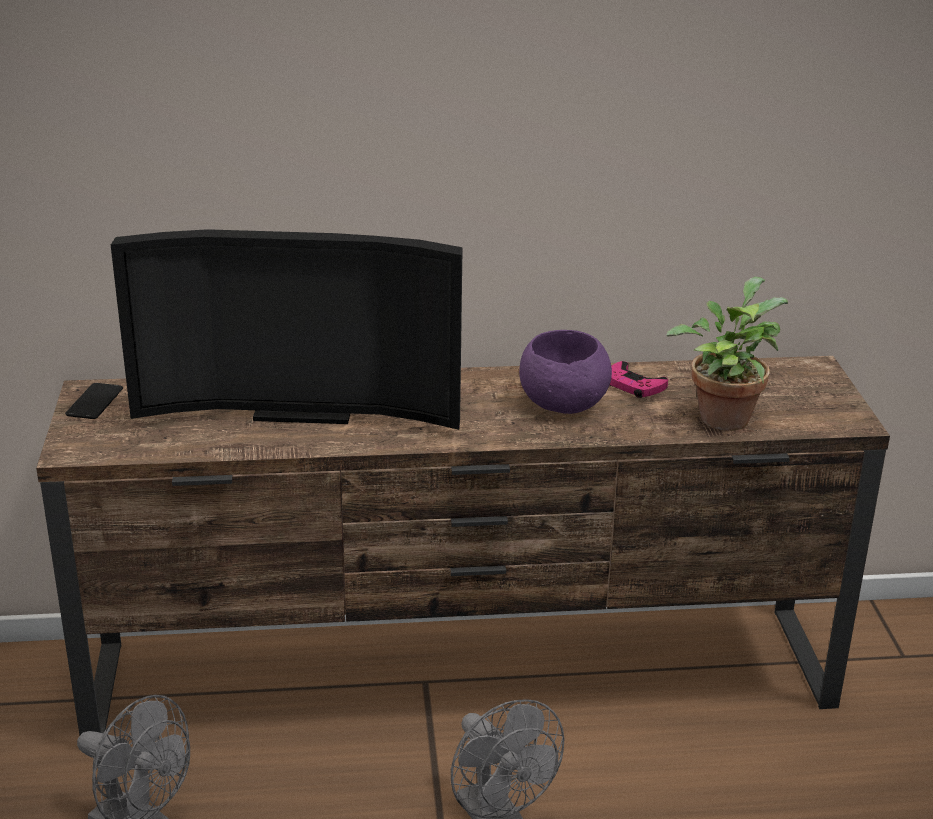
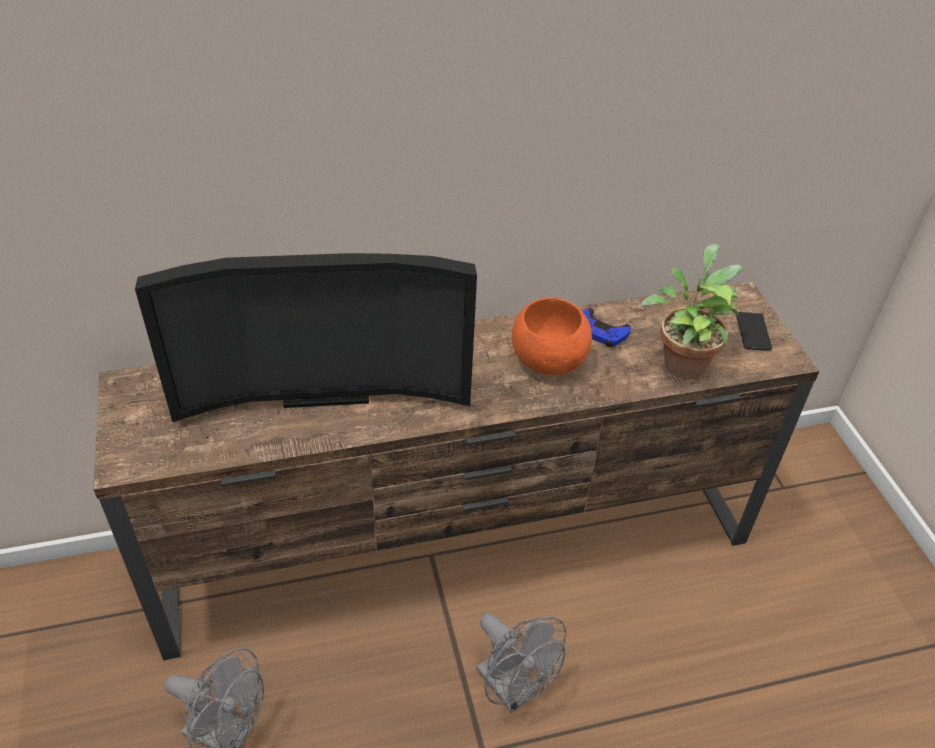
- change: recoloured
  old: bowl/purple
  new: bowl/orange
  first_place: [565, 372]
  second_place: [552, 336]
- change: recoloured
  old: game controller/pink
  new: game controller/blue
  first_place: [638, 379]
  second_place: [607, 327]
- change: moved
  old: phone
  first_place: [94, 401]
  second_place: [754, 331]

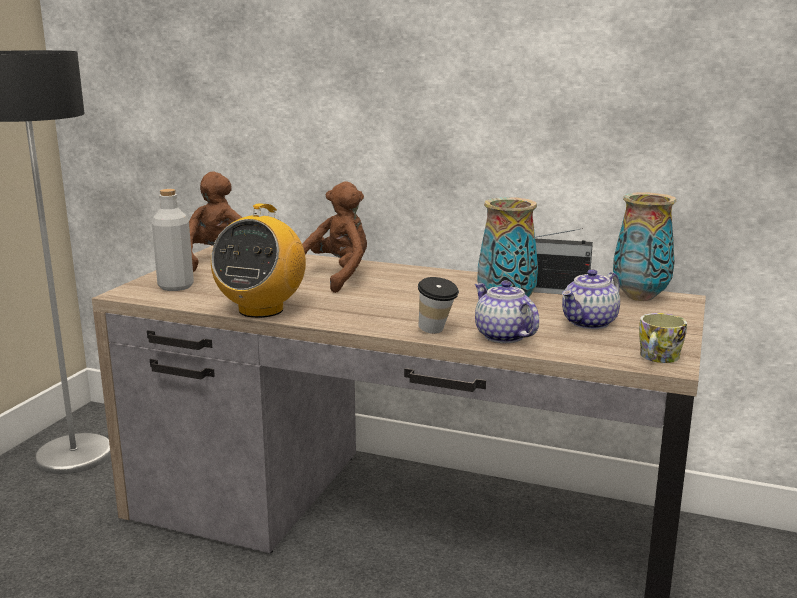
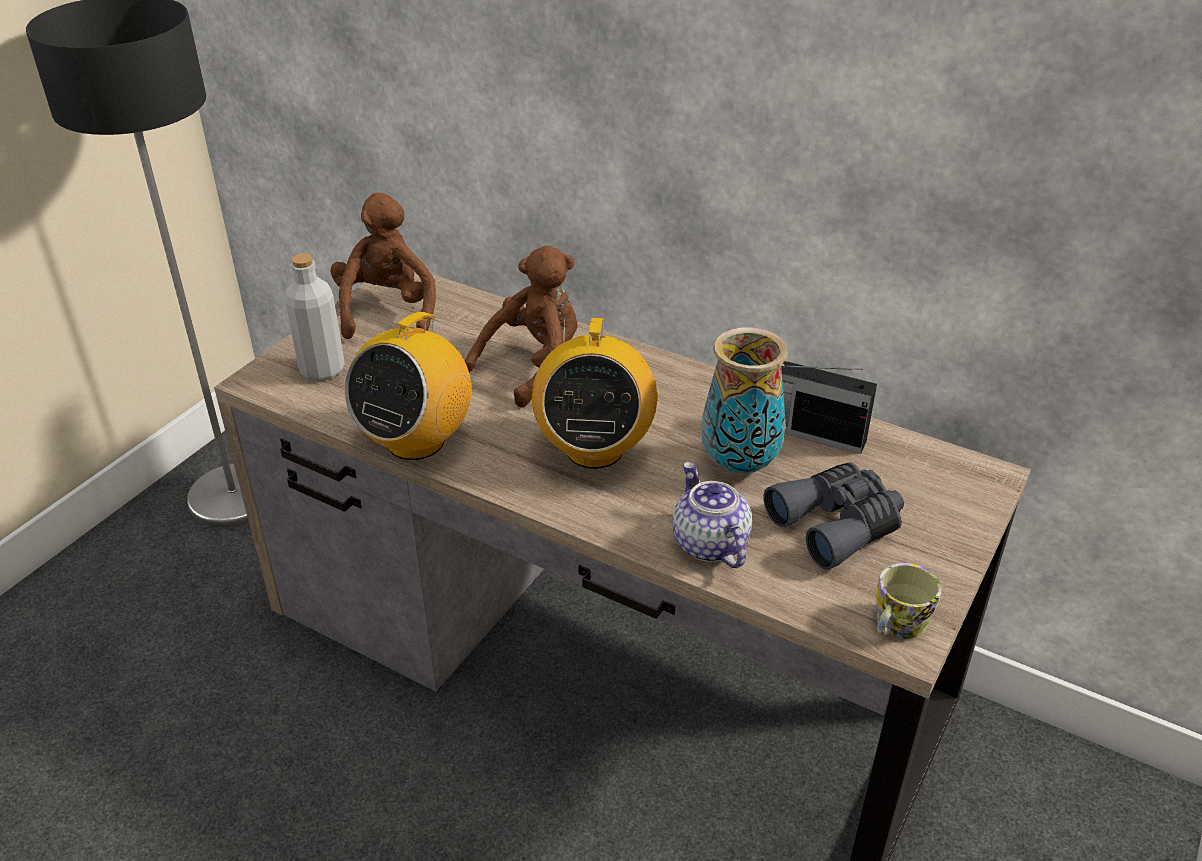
- change: removed
  old: vase
  first_place: [645, 246]
- change: replaced
  old: teapot
  new: binoculars/grey
  first_place: [591, 299]
  second_place: [833, 515]
- change: removed
  old: cup
  first_place: [438, 305]
- change: added
  new: radio
  second_place: [594, 393]

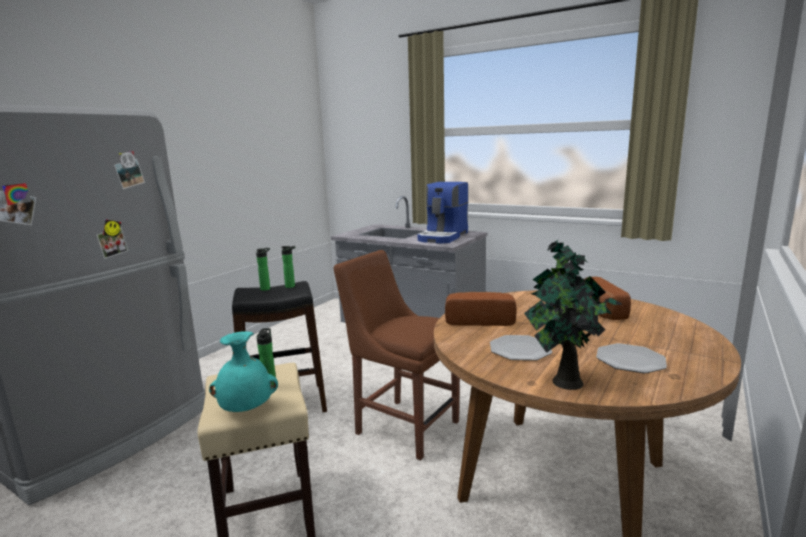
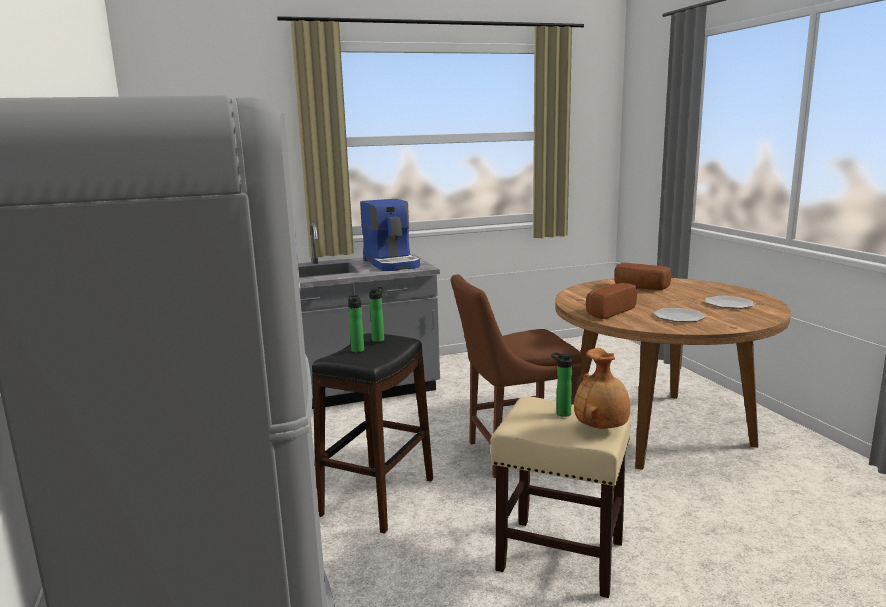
- change: removed
  old: potted plant
  first_place: [573, 315]
- change: recoloured
  old: vase/turquoise
  new: vase/brown
  first_place: [243, 371]
  second_place: [602, 388]

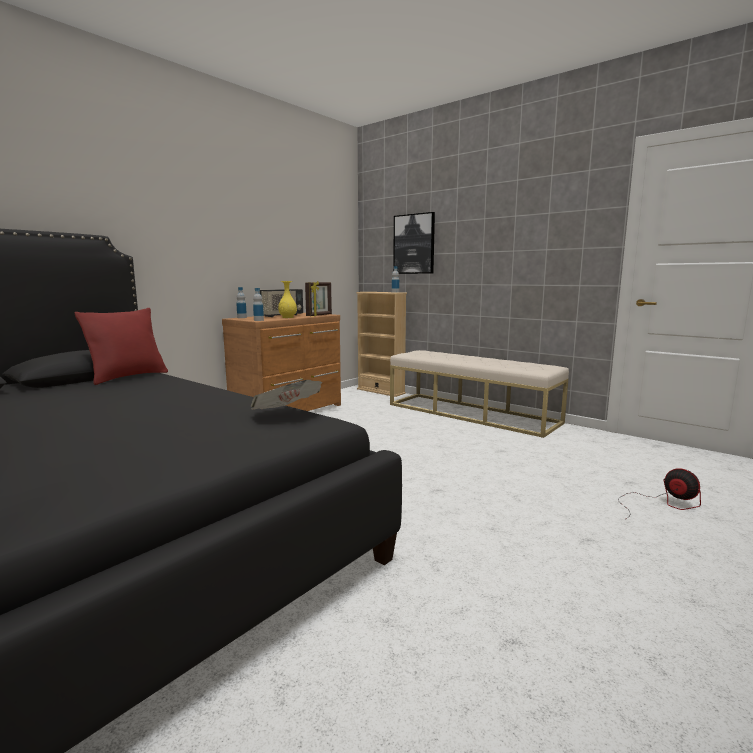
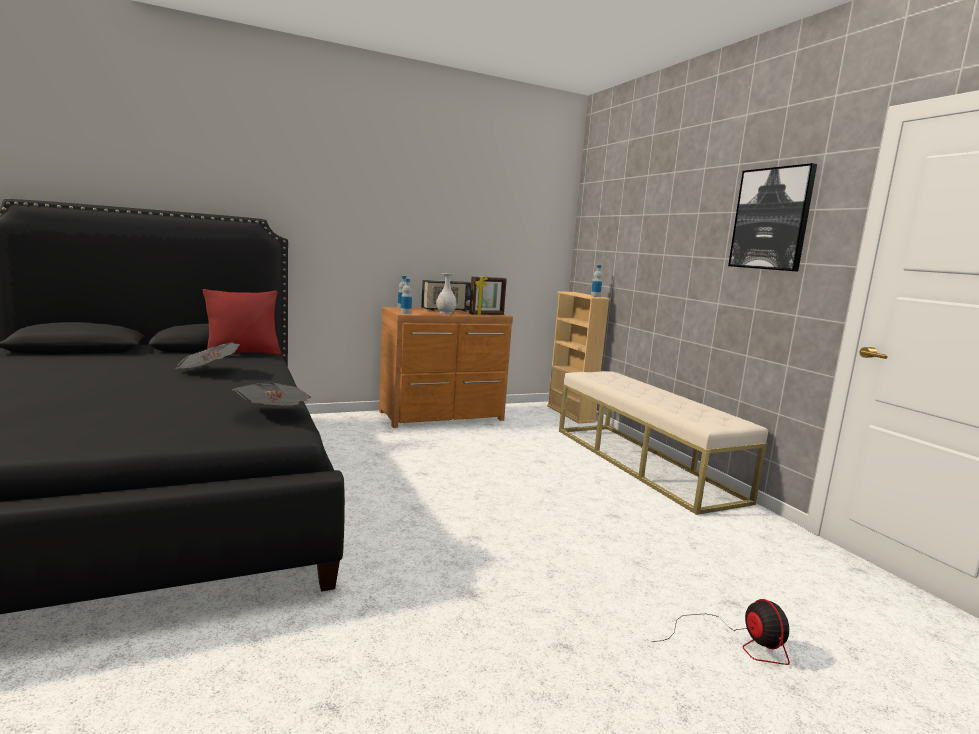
- change: moved
  old: picture
  first_place: [414, 243]
  second_place: [772, 217]
- change: recoloured
  old: vase/yellow
  new: vase/white
  first_place: [287, 299]
  second_place: [446, 293]
- change: added
  new: newspaper
  second_place: [207, 356]

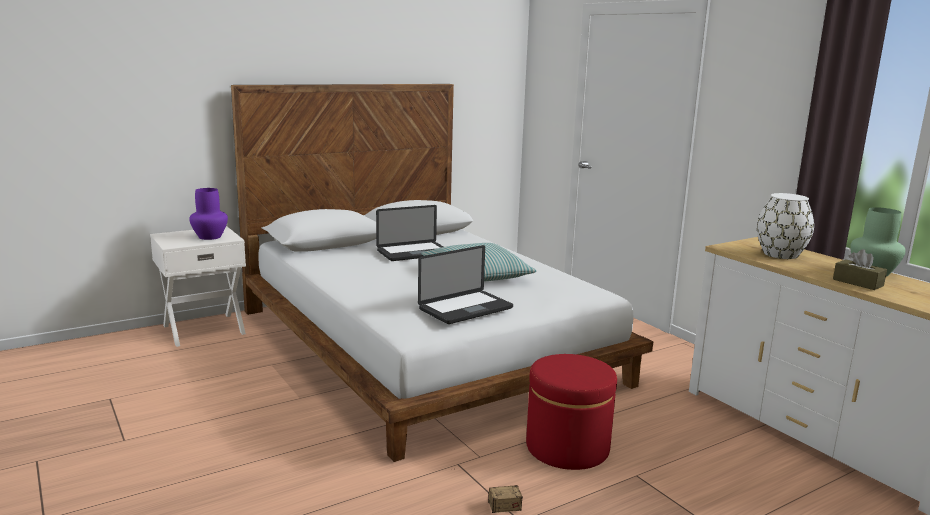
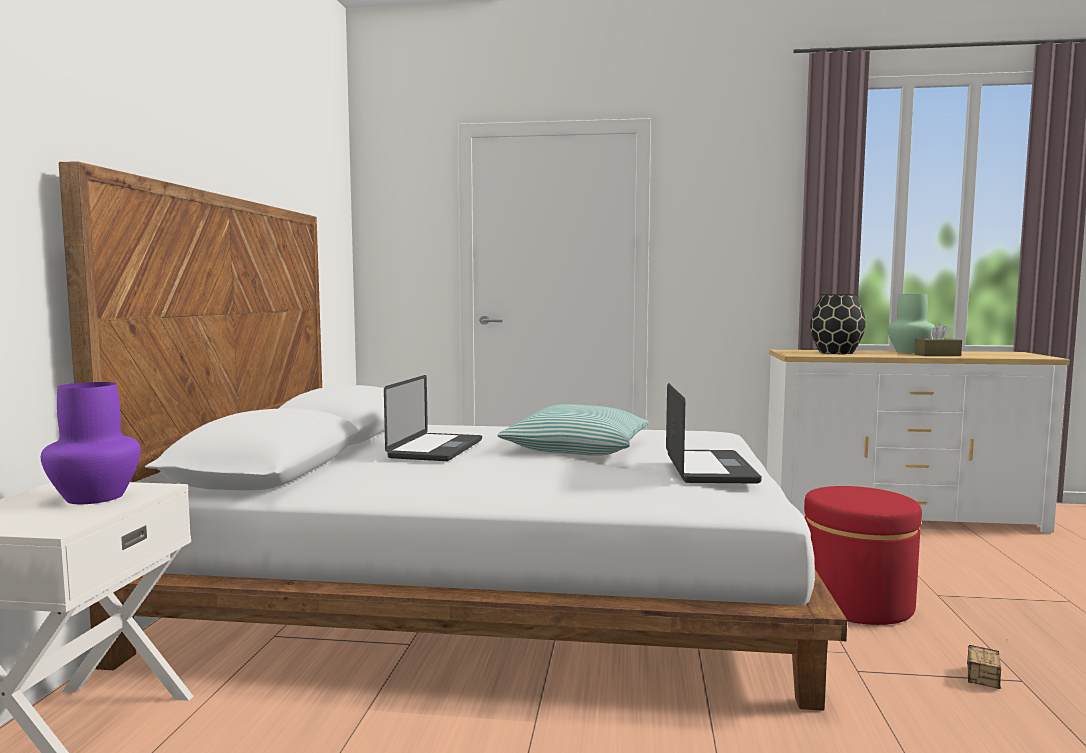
- change: recoloured
  old: vase/white
  new: vase/black
  first_place: [785, 226]
  second_place: [838, 324]

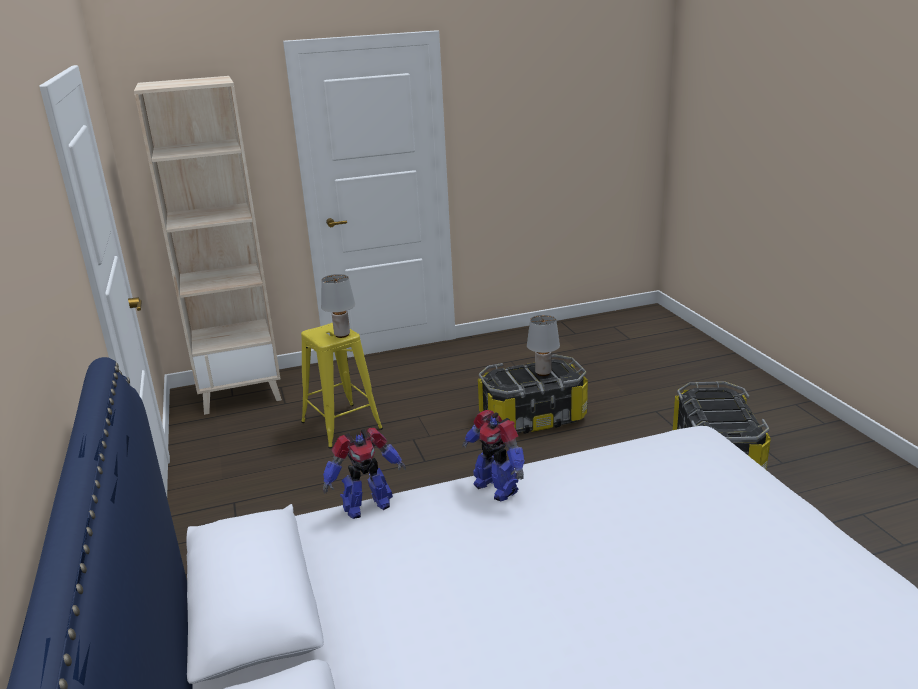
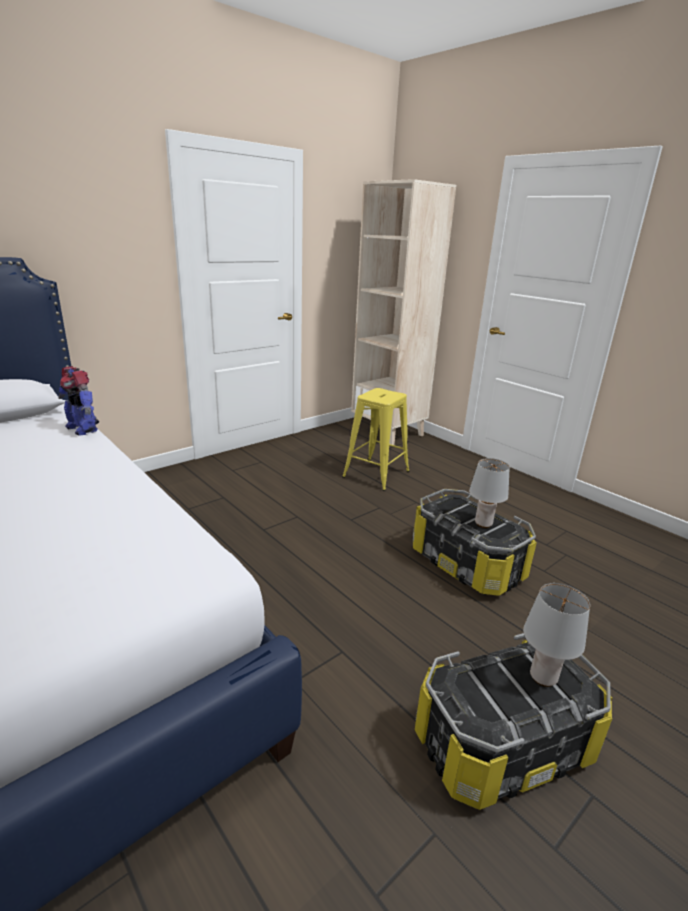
- change: moved
  old: table lamp/grey
  first_place: [338, 306]
  second_place: [556, 635]
- change: removed
  old: toy robot
  first_place: [493, 456]

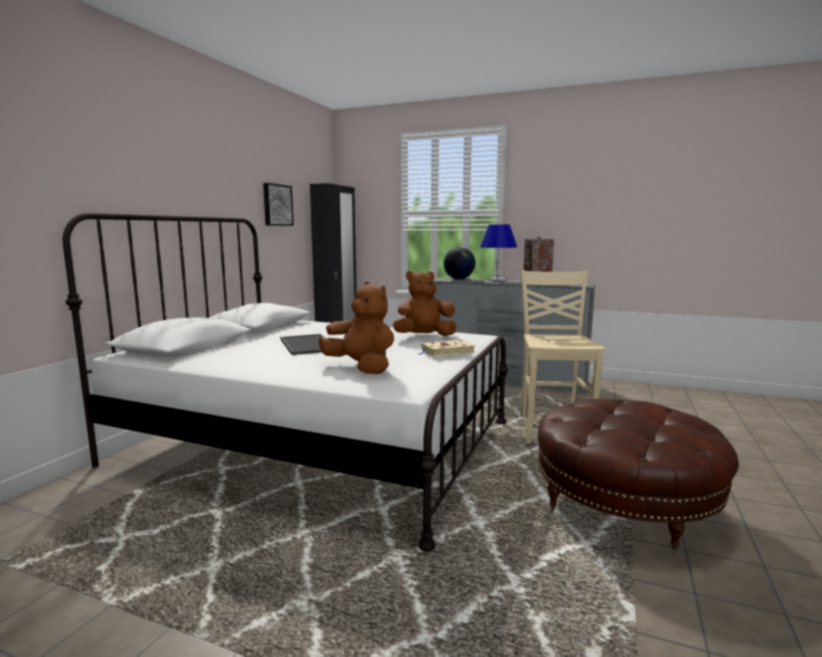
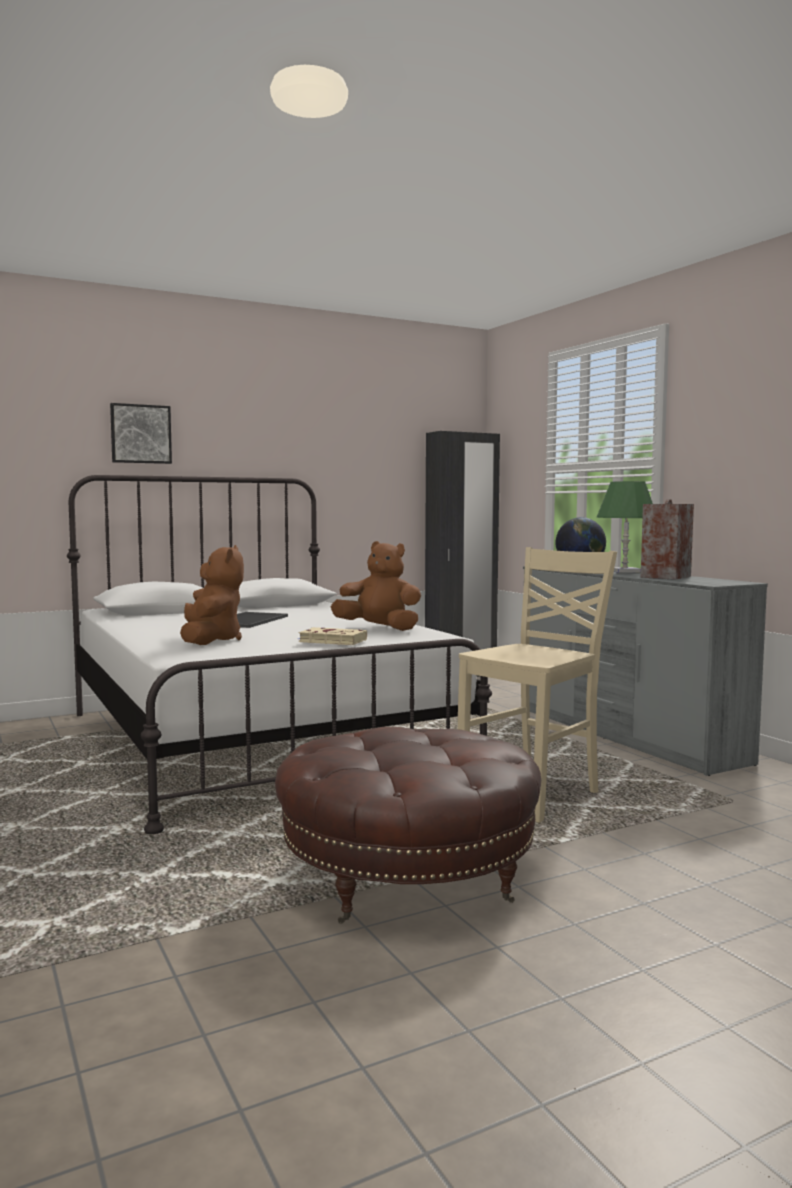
- change: moved
  old: picture
  first_place: [278, 204]
  second_place: [141, 433]
- change: recoloured
  old: table lamp/blue
  new: table lamp/green
  first_place: [498, 253]
  second_place: [625, 527]

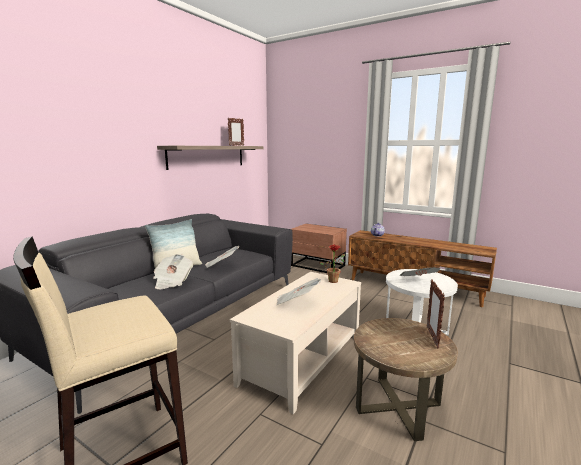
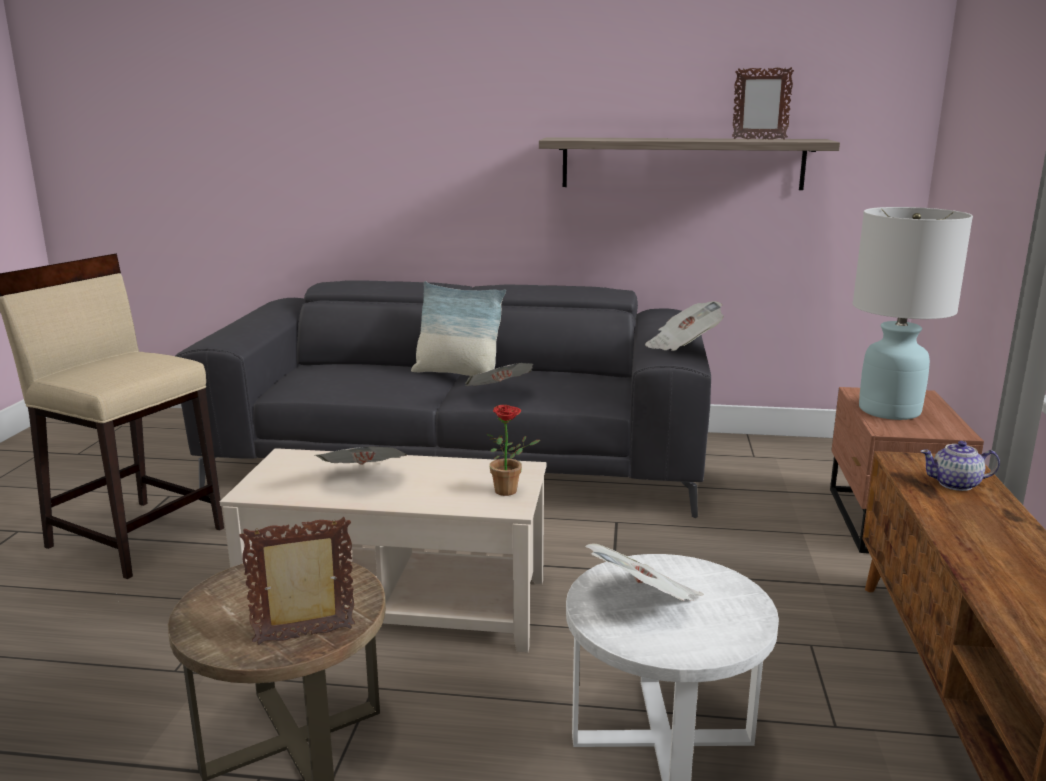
- change: moved
  old: newspaper
  first_place: [173, 271]
  second_place: [684, 326]
- change: added
  new: table lamp/white
  second_place: [913, 313]

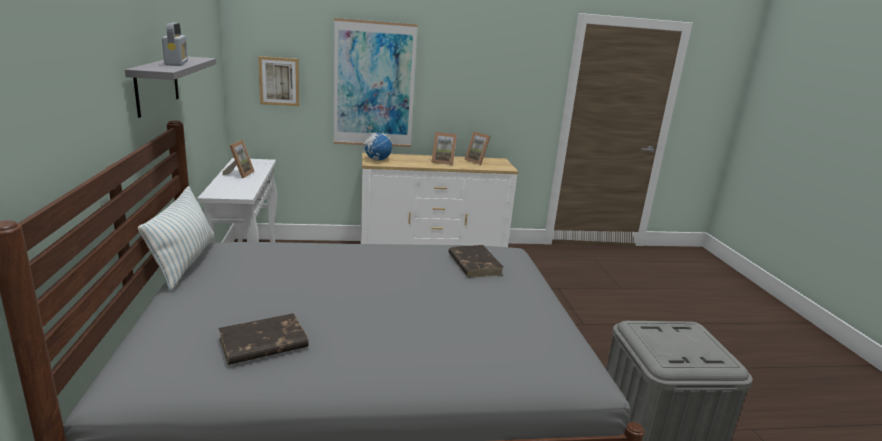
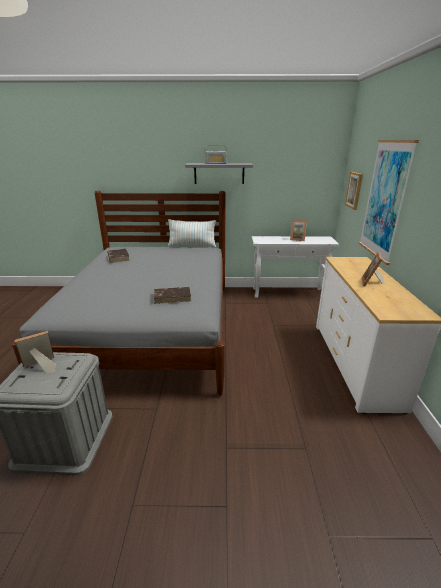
- change: removed
  old: globe
  first_place: [377, 143]
- change: moved
  old: picture frame
  first_place: [477, 148]
  second_place: [35, 352]

